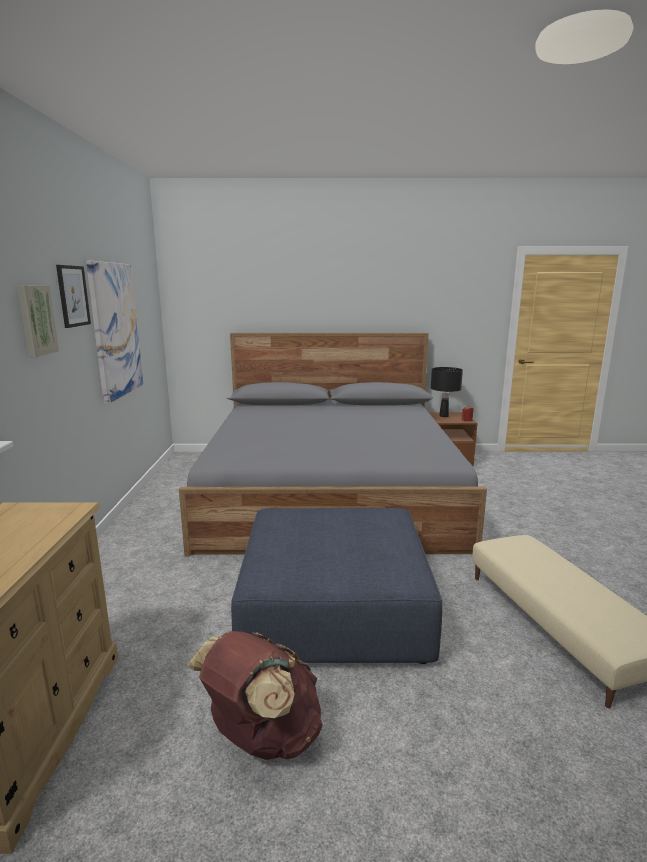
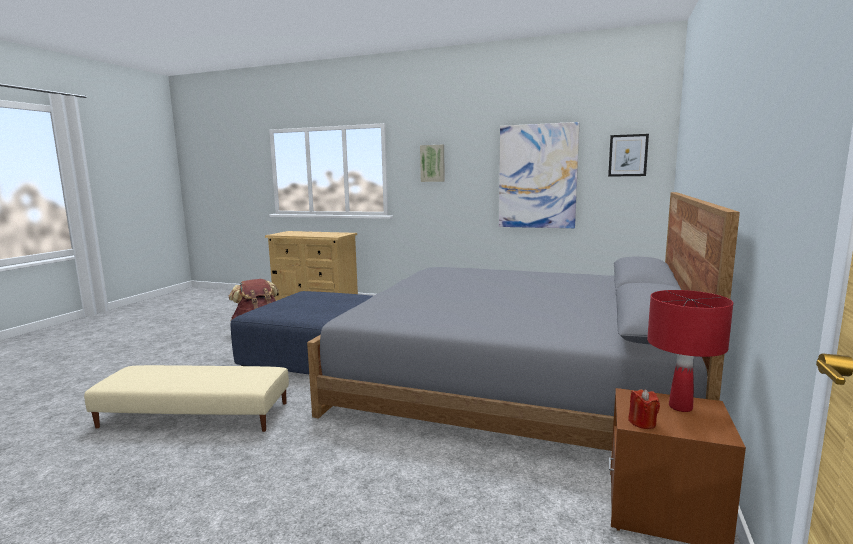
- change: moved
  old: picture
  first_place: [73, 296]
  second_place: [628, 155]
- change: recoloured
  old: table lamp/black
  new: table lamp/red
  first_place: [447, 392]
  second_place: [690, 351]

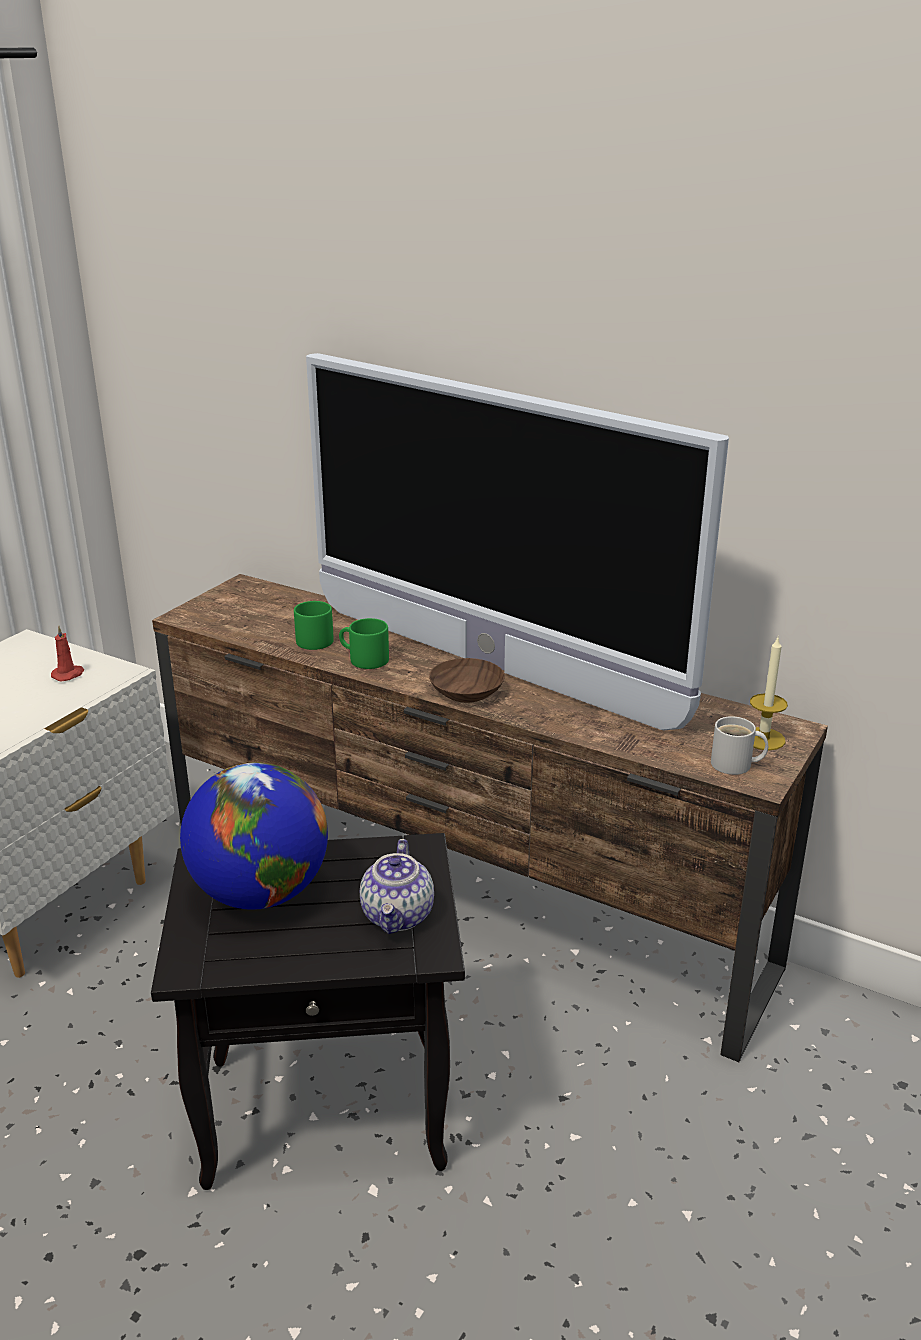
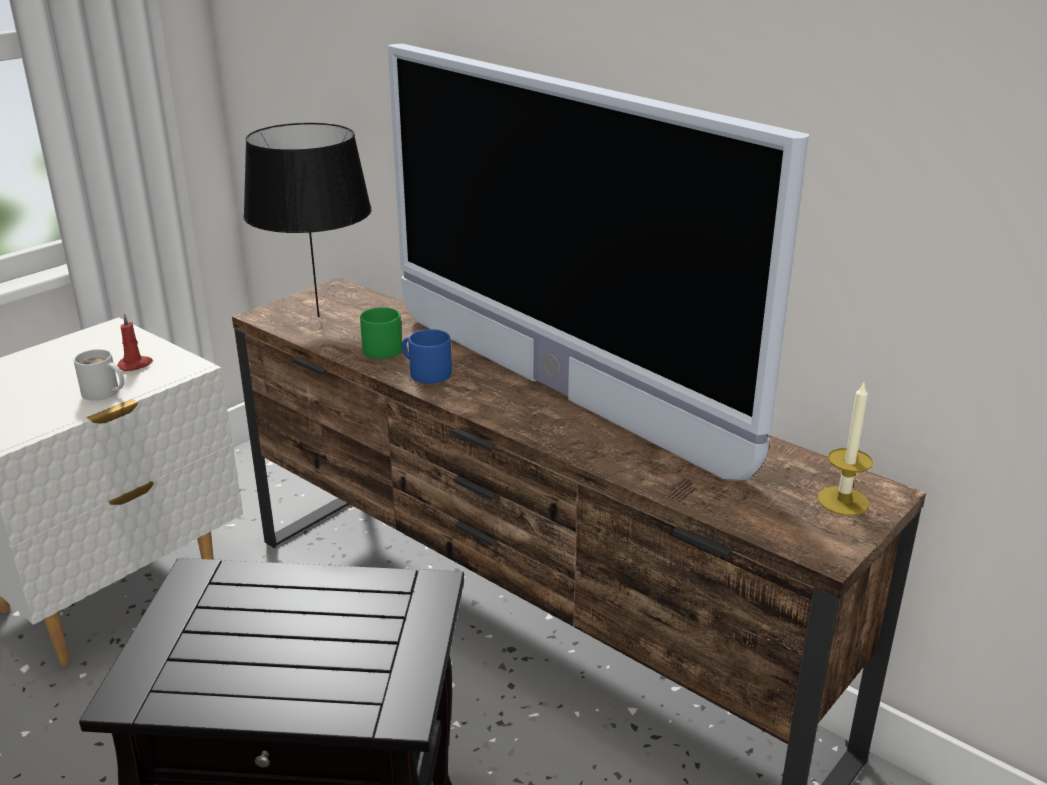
- change: recoloured
  old: mug/green
  new: mug/blue
  first_place: [364, 643]
  second_place: [427, 356]
- change: removed
  old: bowl/brown
  first_place: [467, 680]
- change: moved
  old: mug/white
  first_place: [739, 745]
  second_place: [99, 375]
- change: removed
  old: globe
  first_place: [254, 836]
- change: removed
  old: teapot
  first_place: [397, 886]
- change: added
  new: table lamp/black
  second_place: [307, 220]

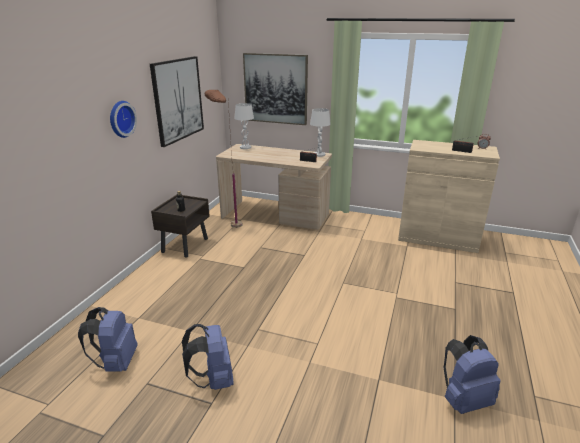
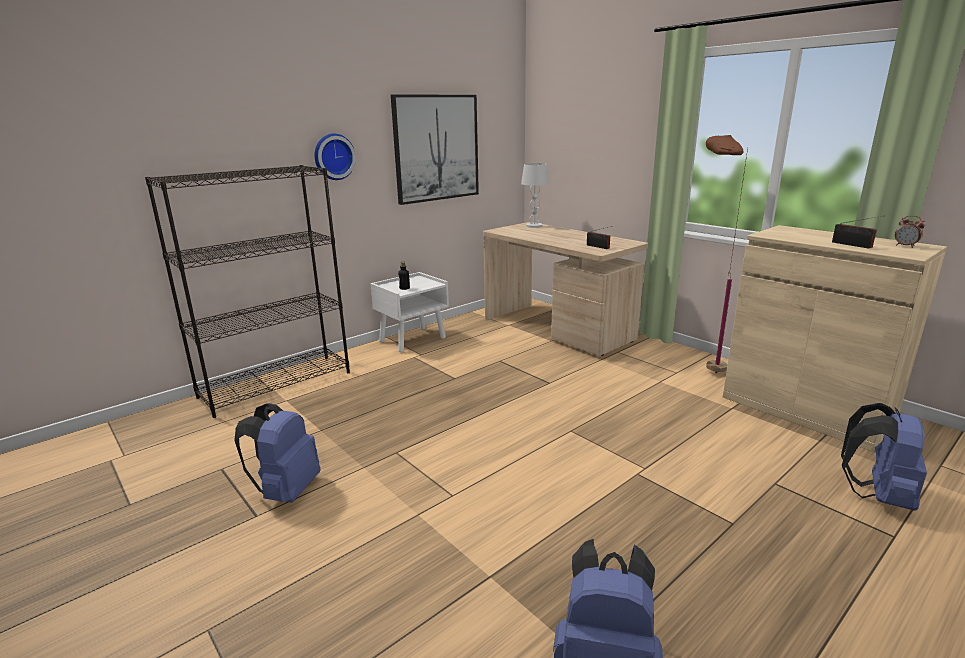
- change: removed
  old: picture
  first_place: [275, 89]
- change: moved
  old: floor lamp/brown
  first_place: [224, 159]
  second_place: [727, 254]
- change: removed
  old: table lamp/white
  first_place: [320, 132]
- change: recoloured
  old: nightstand/brown
  new: nightstand/white
  first_place: [180, 226]
  second_place: [409, 312]
- change: moved
  old: backpack/blue
  first_place: [108, 339]
  second_place: [884, 456]
- change: added
  new: bookcase/black
  second_place: [247, 291]

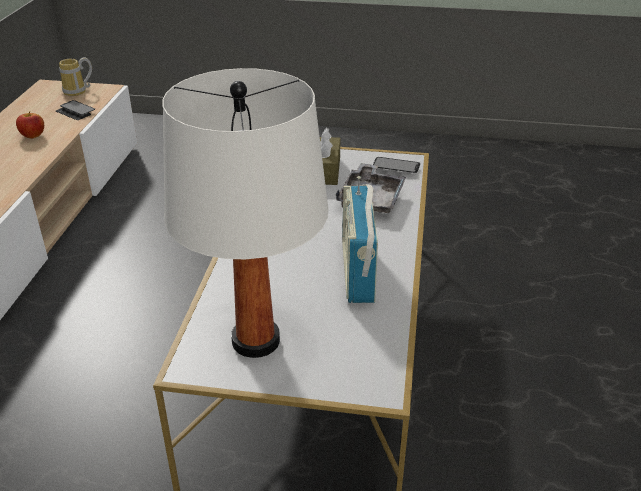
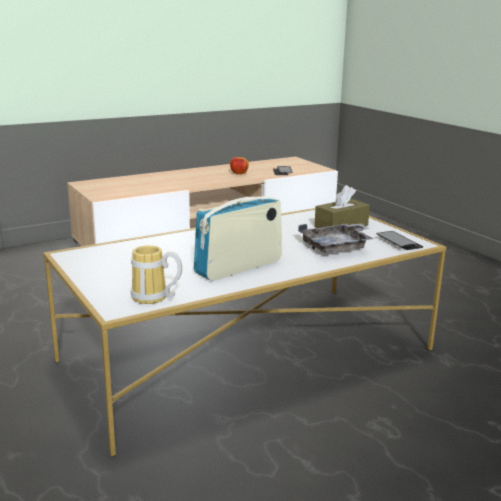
- change: moved
  old: mug
  first_place: [75, 76]
  second_place: [156, 274]
- change: removed
  old: table lamp/white
  first_place: [245, 213]

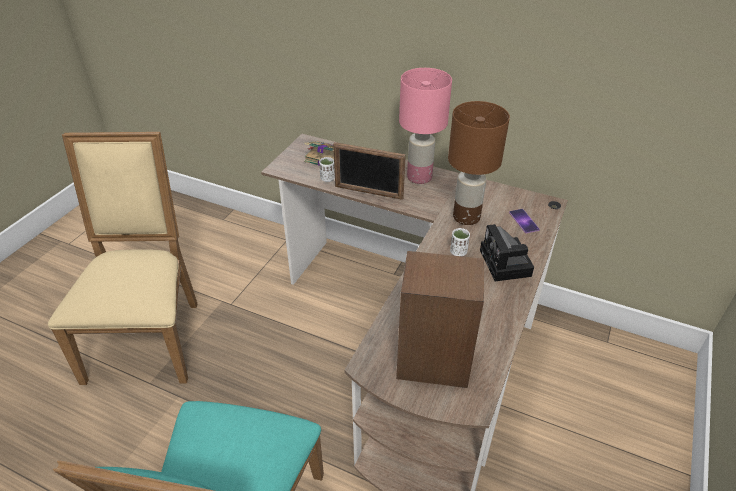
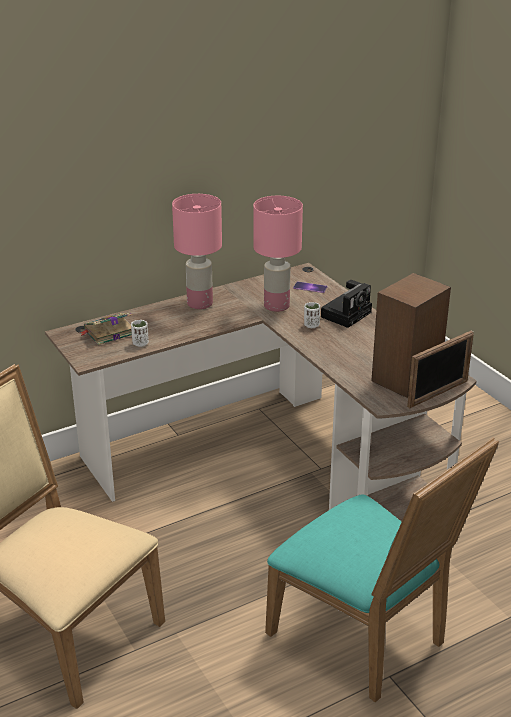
- change: recoloured
  old: table lamp/brown
  new: table lamp/pink
  first_place: [479, 163]
  second_place: [278, 254]
- change: moved
  old: picture frame
  first_place: [369, 171]
  second_place: [440, 369]
- change: turned
  old: photo camera
  first_place: [507, 252]
  second_place: [346, 304]
  degrees: -75

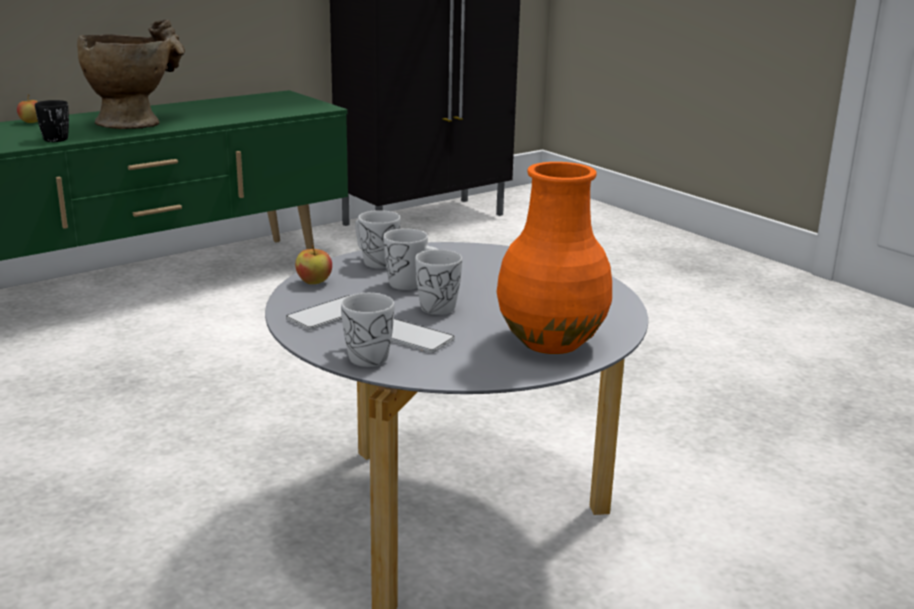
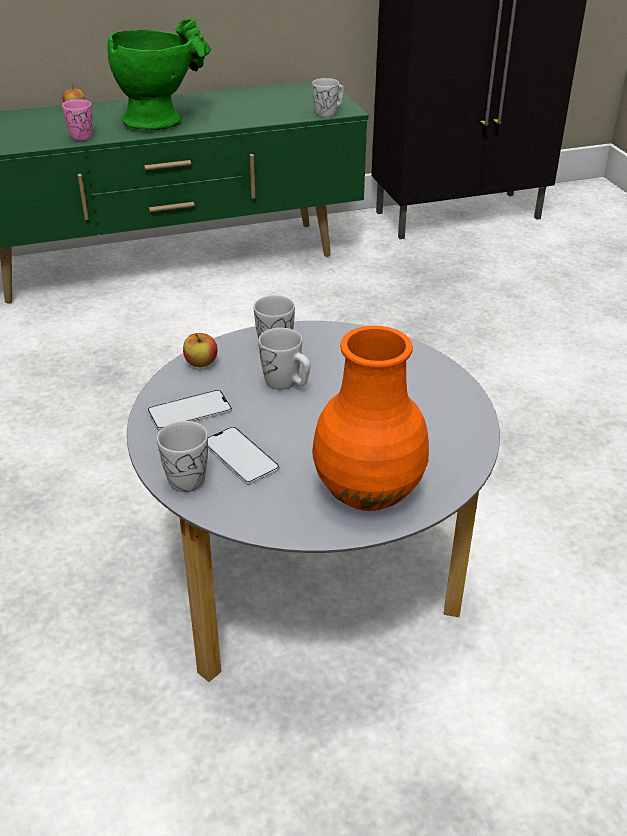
- change: recoloured
  old: vase/beige
  new: vase/green
  first_place: [131, 74]
  second_place: [159, 74]
- change: recoloured
  old: mug/black
  new: mug/pink
  first_place: [52, 121]
  second_place: [77, 120]
- change: moved
  old: mug/white
  first_place: [438, 282]
  second_place: [328, 97]

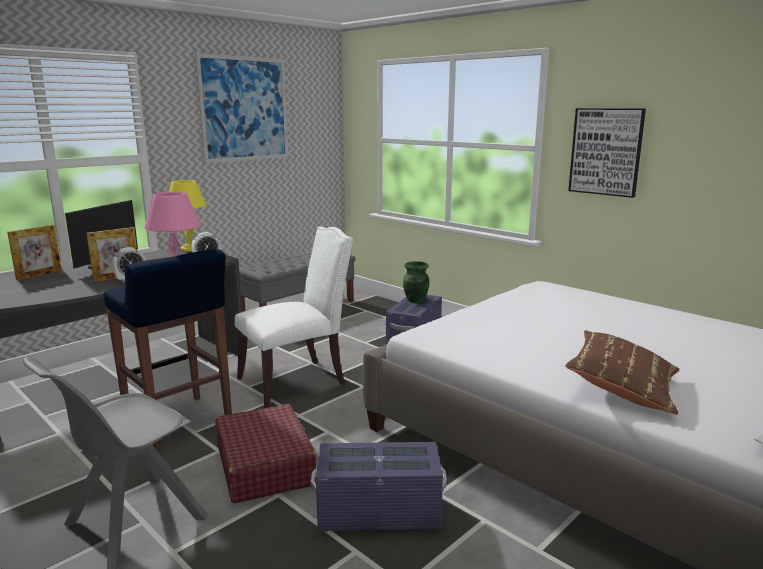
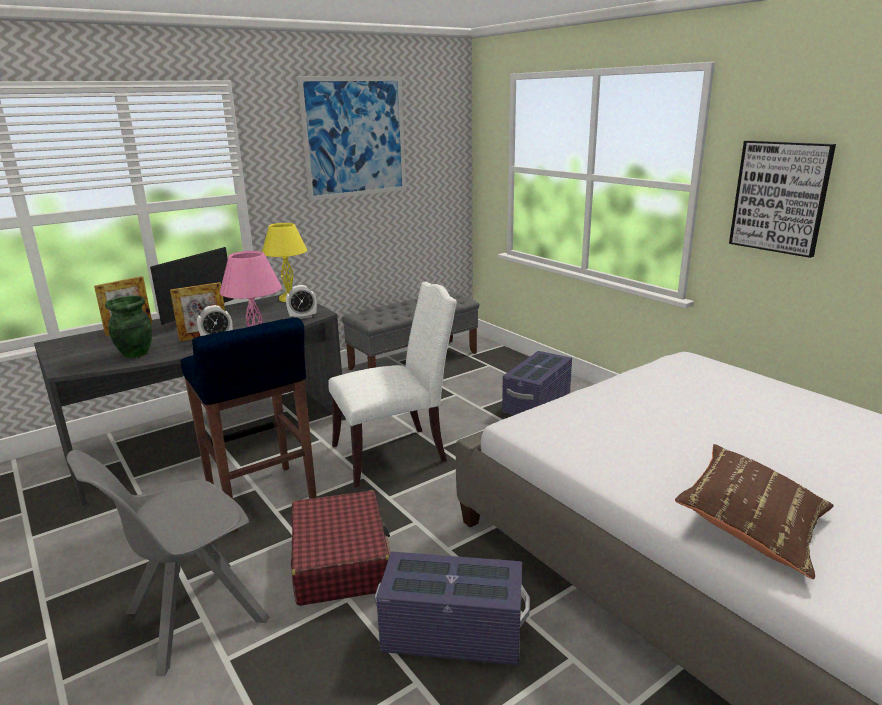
- change: moved
  old: vase/green
  first_place: [416, 282]
  second_place: [128, 327]

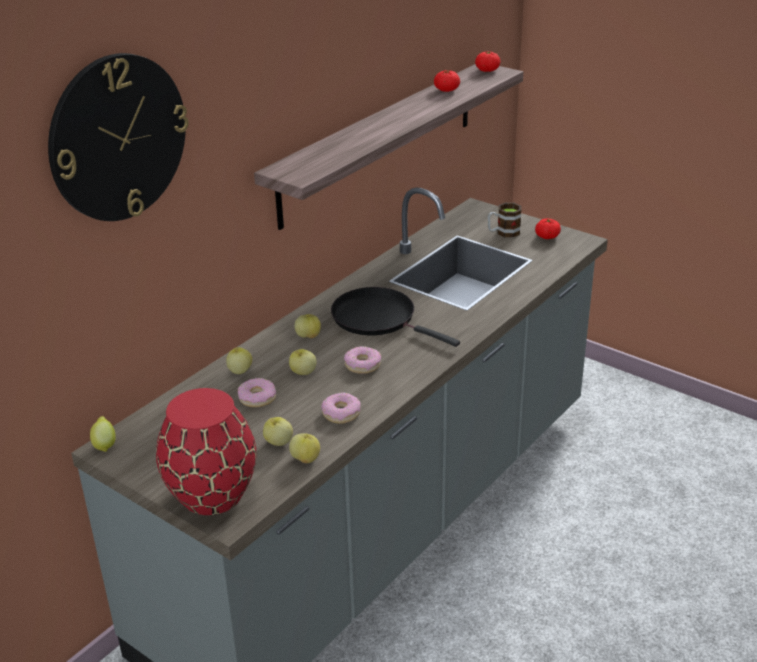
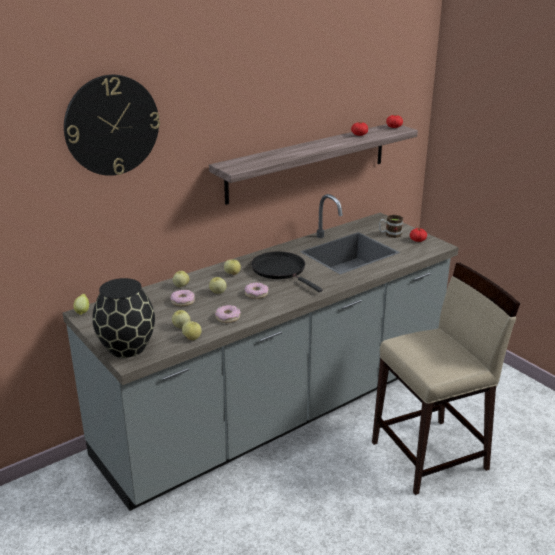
- change: recoloured
  old: vase/red
  new: vase/black
  first_place: [206, 451]
  second_place: [123, 318]
- change: added
  new: stool/beige
  second_place: [446, 379]

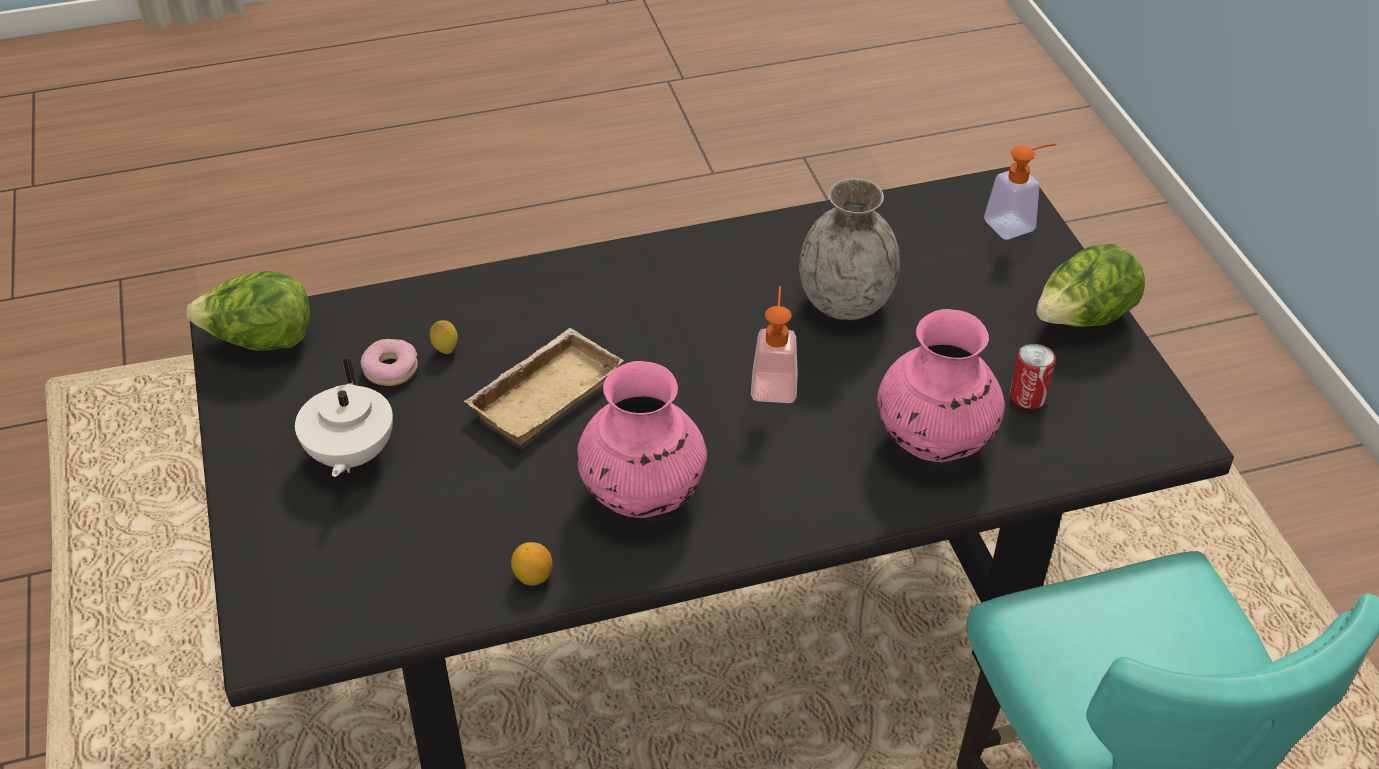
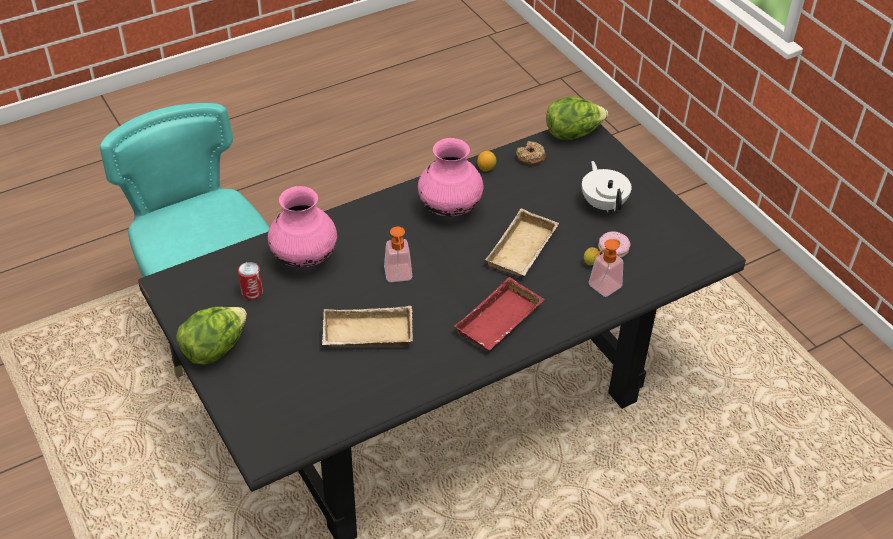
- change: moved
  old: soap dispenser
  first_place: [1020, 191]
  second_place: [605, 268]
- change: replaced
  old: vase/grey
  new: tray/beige
  first_place: [849, 249]
  second_place: [367, 326]
- change: moved
  old: lettuce
  first_place: [248, 311]
  second_place: [577, 118]
- change: added
  new: donut
  second_place: [531, 153]
- change: added
  new: tray/red
  second_place: [499, 313]

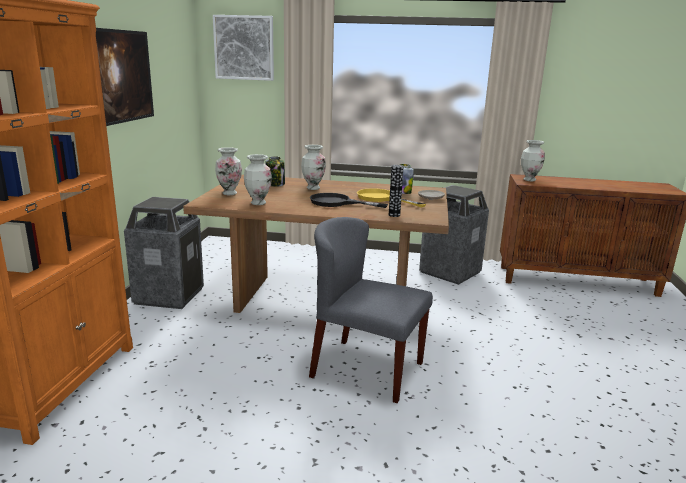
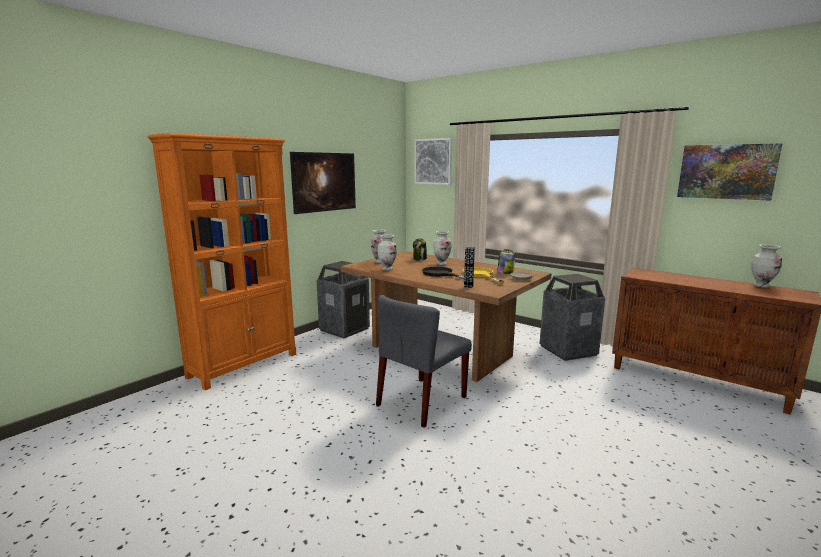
- change: moved
  old: vase
  first_place: [533, 160]
  second_place: [766, 266]
- change: turned
  old: chair/grey
  first_place: [371, 310]
  second_place: [424, 361]
  degrees: -105
- change: added
  new: picture
  second_place: [730, 172]

